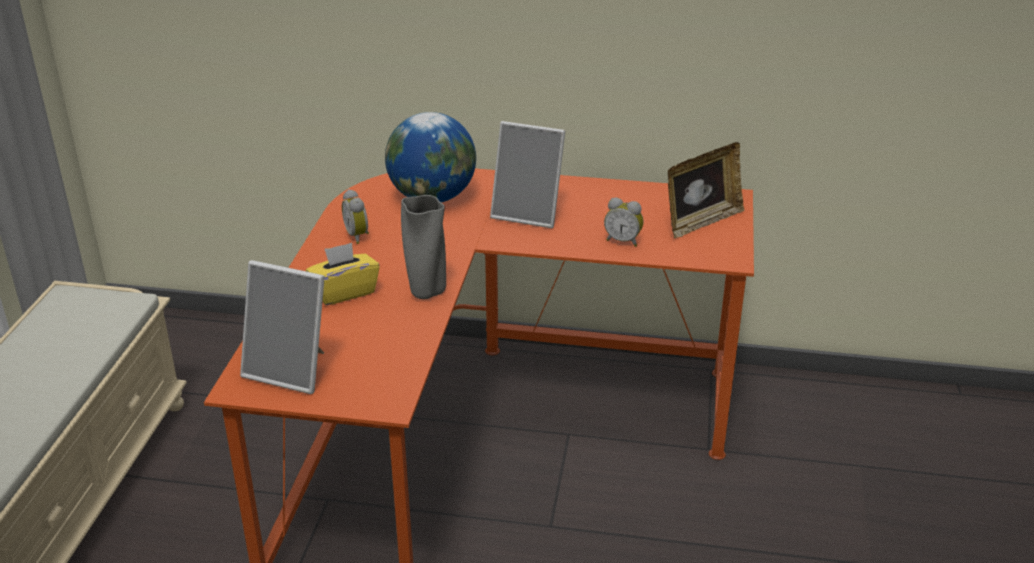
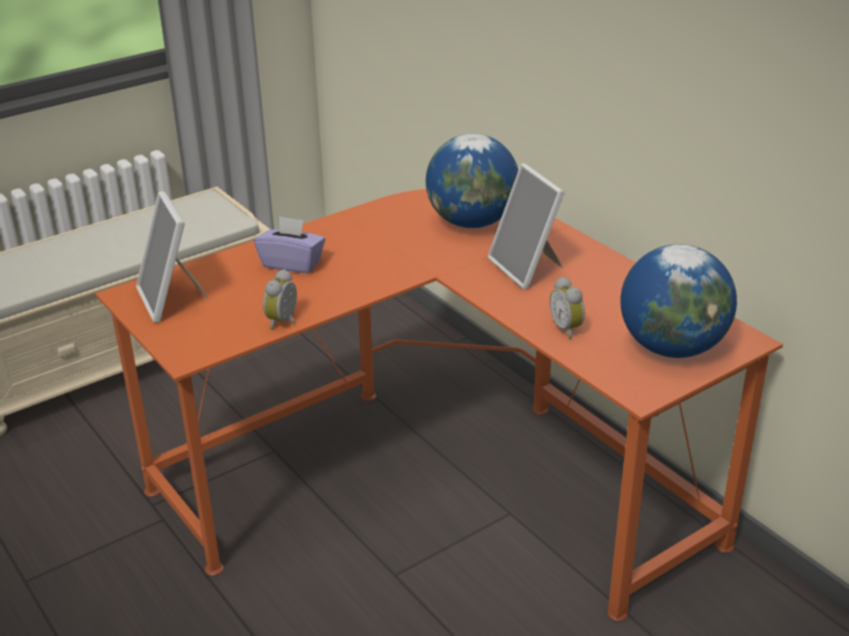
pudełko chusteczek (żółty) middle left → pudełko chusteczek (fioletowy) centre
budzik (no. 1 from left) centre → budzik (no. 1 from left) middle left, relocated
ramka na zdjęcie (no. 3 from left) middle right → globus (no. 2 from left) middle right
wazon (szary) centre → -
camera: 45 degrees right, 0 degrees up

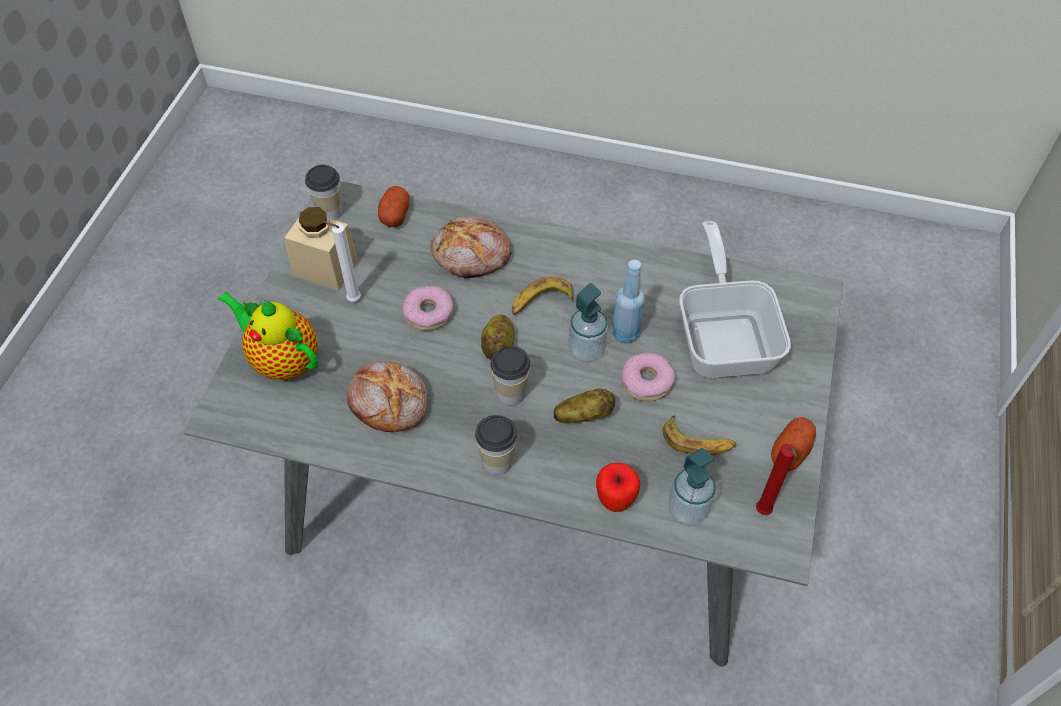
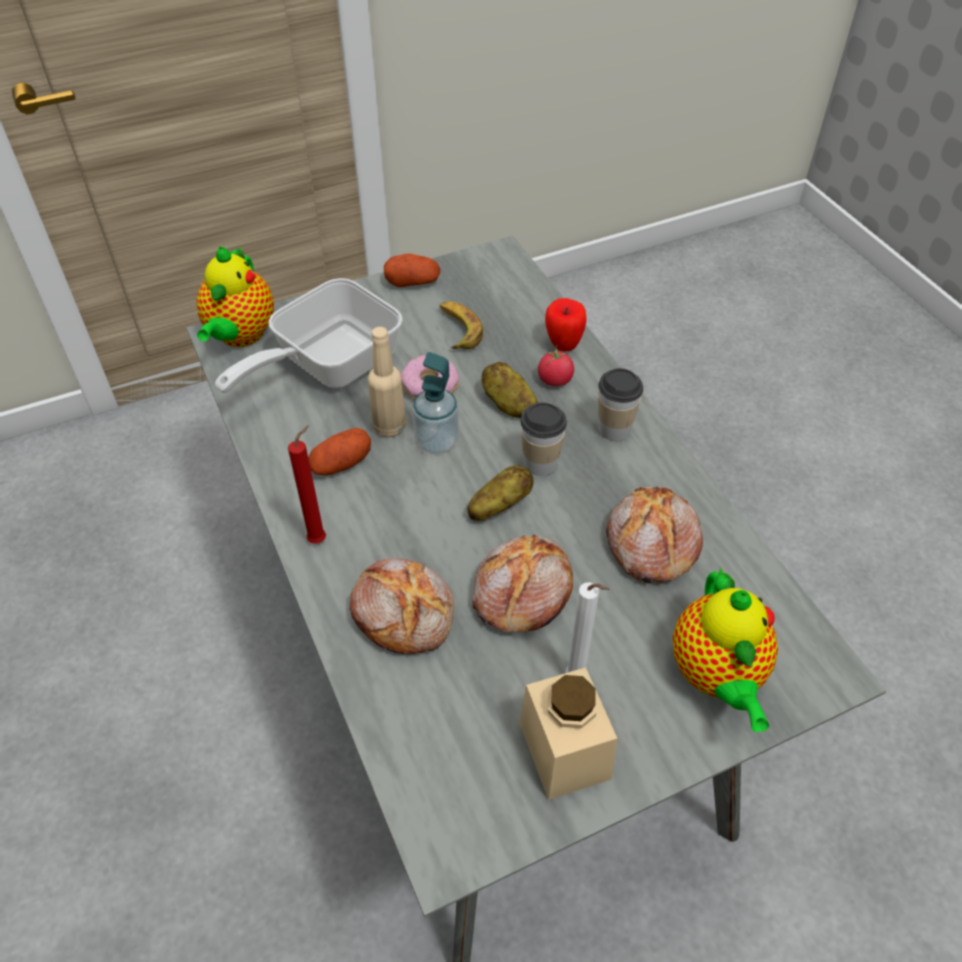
- → imbryk (no. 1 from left) top left
świeca (czerwony) bottom right → świeca (czerwony) middle left, relocated
ziemniak (no. 1 from left) top centre → ziemniak (no. 1 from left) centre, relocated
butelka (niebieski) centre → butelka (beżowy) centre
donut (no. 1 from left) centre → chleb (no. 2 from left) centre
- → pomidor centre
filiżanka (no. 1 from left) top left → -
banan (no. 1 from left) centre → -
dozownik mydła (no. 2 from left) bottom centre → -
camera: 130 degrees left, 5 degrees down

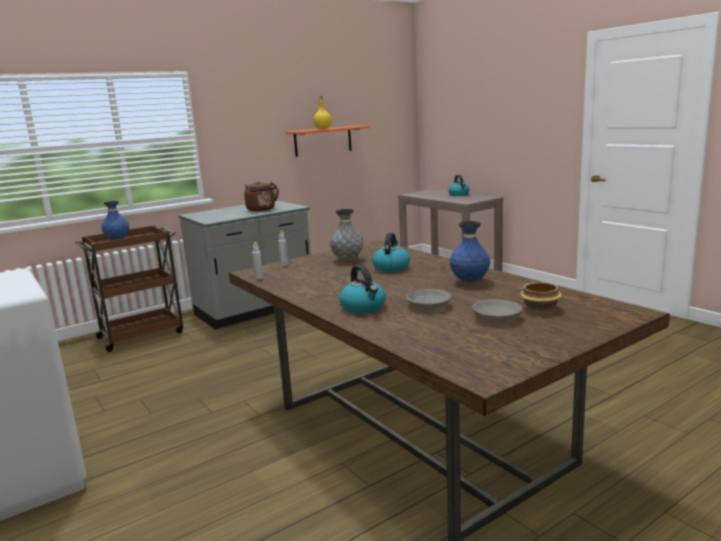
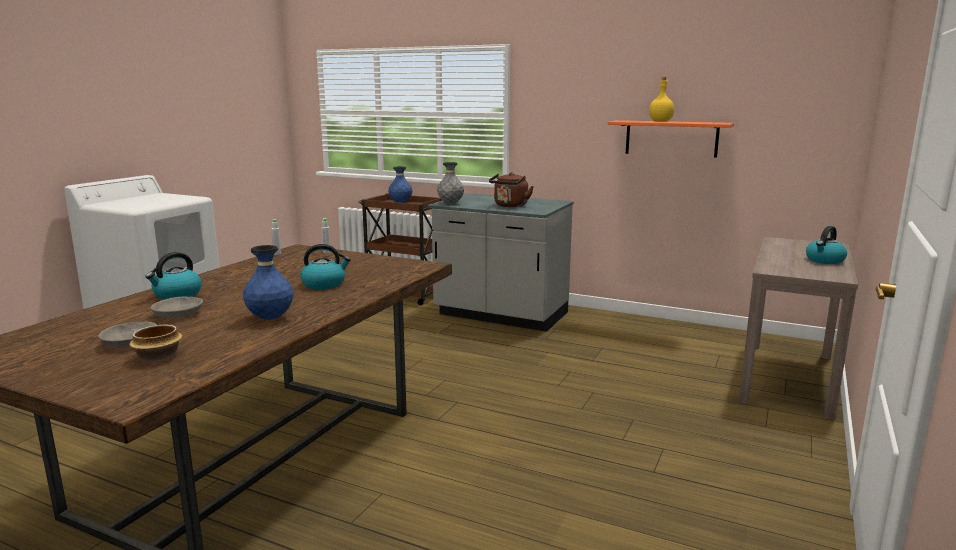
wazon (szary) centre → wazon (szary) top centre, relocated
camera: 60 degrees right, 0 degrees up

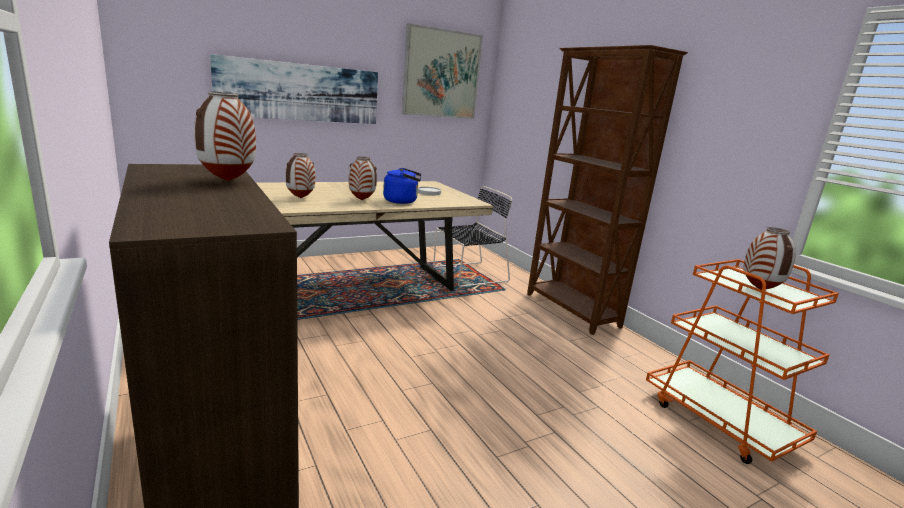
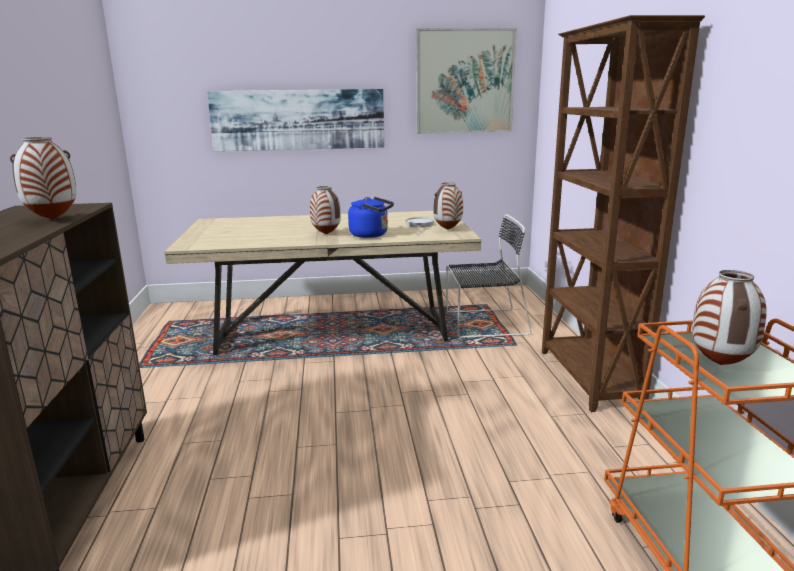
wazon (no. 2 from left in the first image) middle left → wazon (no. 3 from left) centre, relocated
camera: 25 degrees right, 0 degrees up

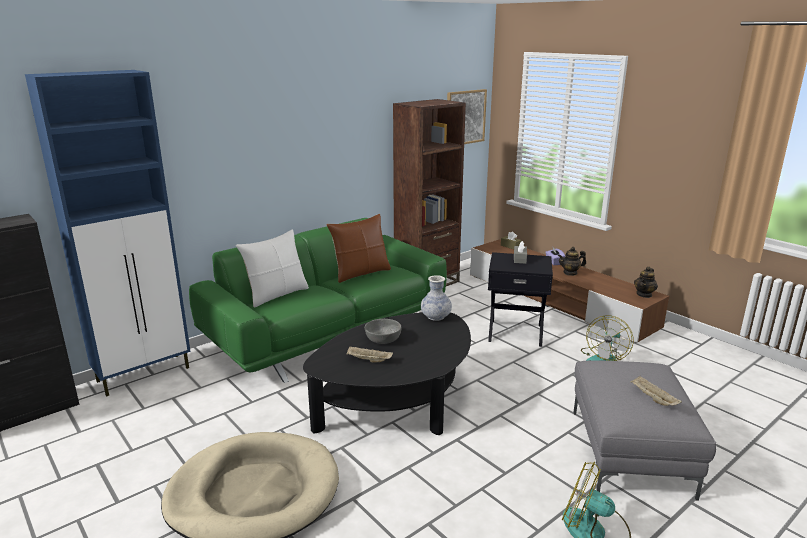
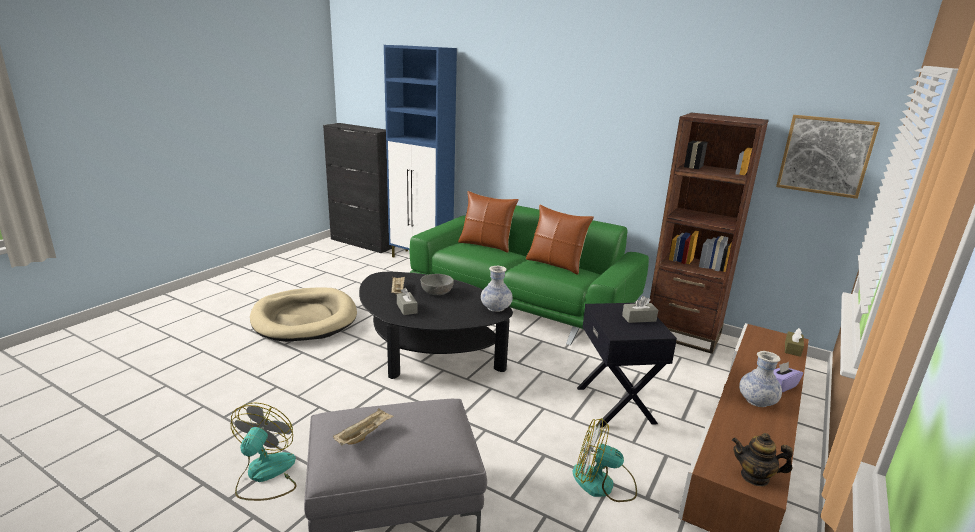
- → pudełko chusteczek (szary) (no. 1 from left) centre
poduszka (biały) centre → poduszka (brązowy) (no. 1 from left) centre
imbryk (no. 1 from left) middle right → wazon (no. 2 from left) bottom right
camera: 70 degrees right, 0 degrees up

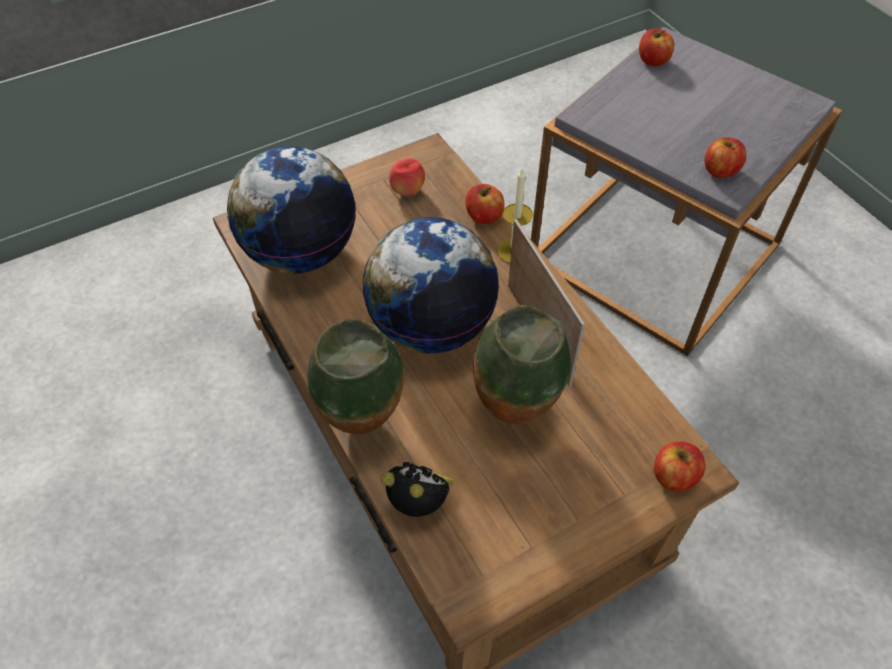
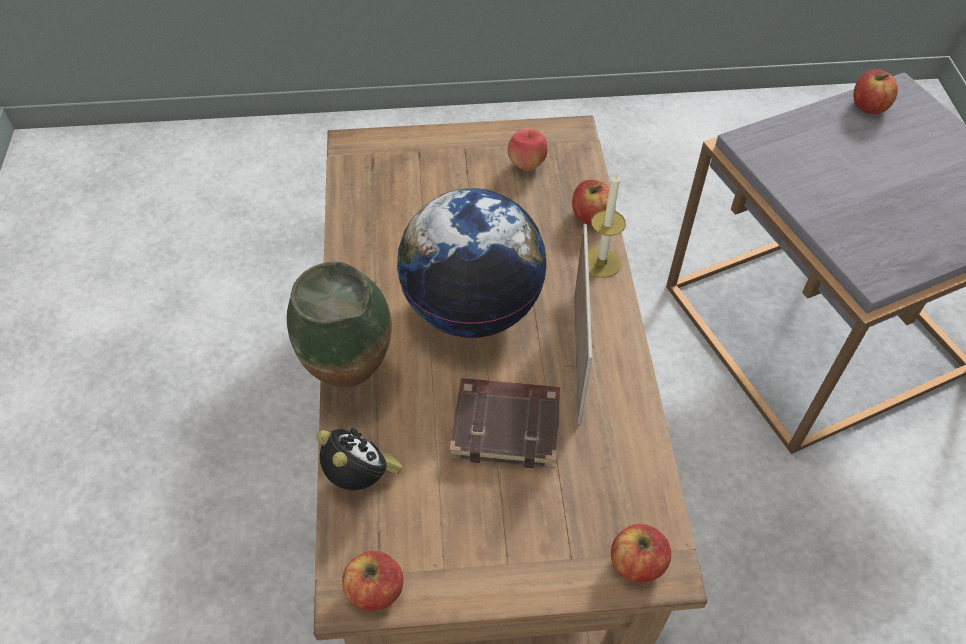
jabłko (no. 5 from left in the first image) top right → jabłko (no. 1 from left) bottom centre, relocated
wazon (no. 2 from left) centre → książka (brązowy) centre
globus (no. 1 from left) top left → -
camera: 25 degrees right, 0 degrees up

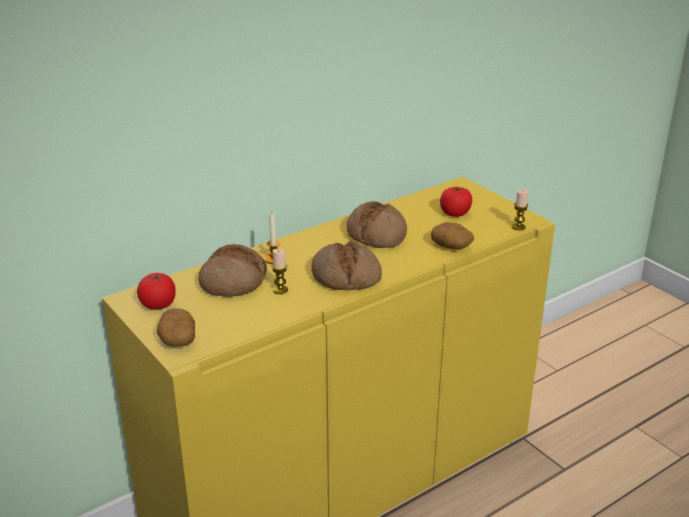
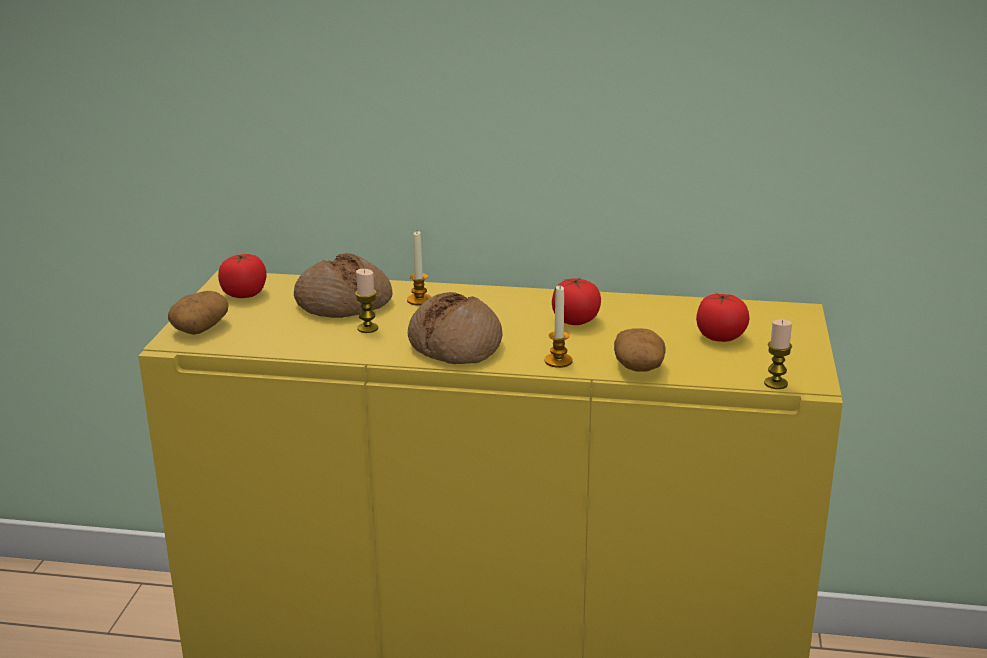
- → świeca (no. 3 from left) centre
chleb (no. 3 from left) centre → pomidor (no. 2 from left) centre
camera: 45 degrees right, 5 degrees down

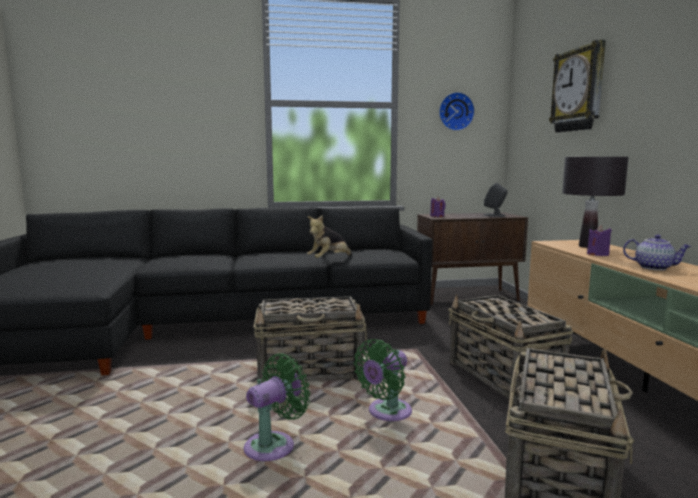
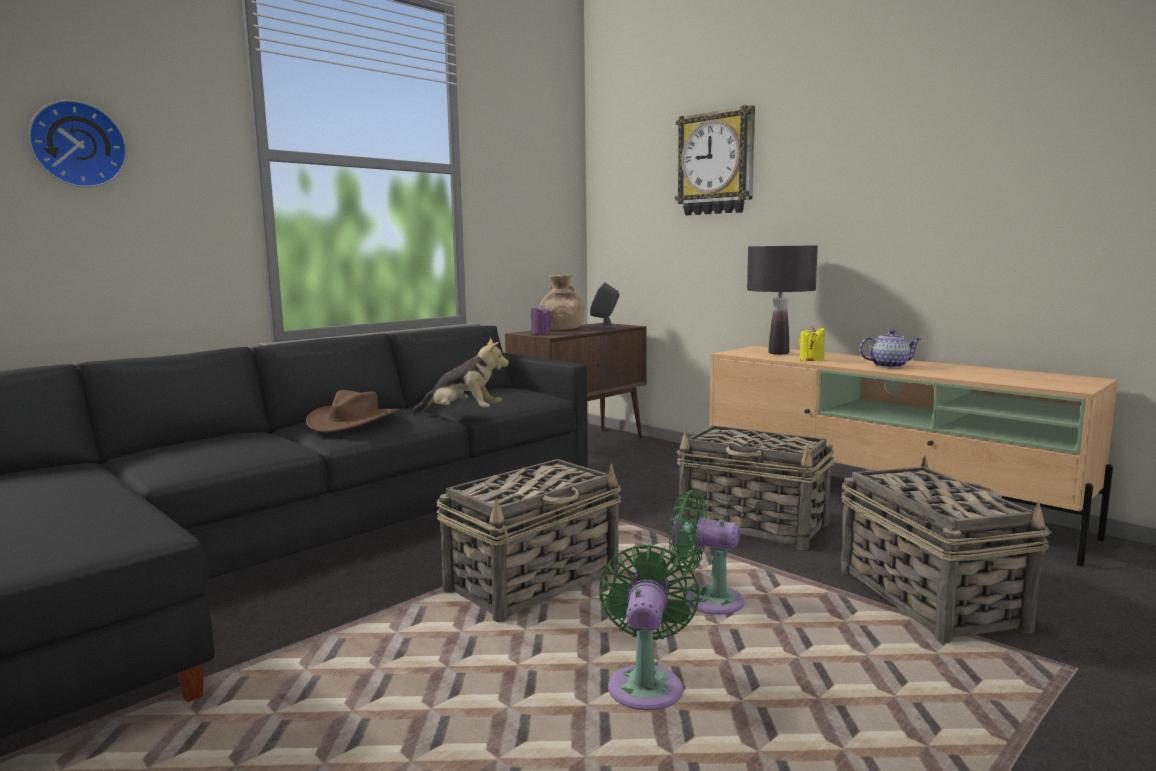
zegar ścienny (no. 1 from left) top centre → zegar ścienny (no. 1 from left) top left, relocated
- → kapelusz (brązowy) middle left
pluszak centre, 90 degrees counterclockwise
- → wazon (brązowy) centre
wentylator (zielony) (no. 2 from left) bottom centre, 105 degrees clockwise
świeca (fioletowy) (no. 2 from left) middle right → świeca (żółty) middle right
camera: 35 degrees left, 0 degrees up

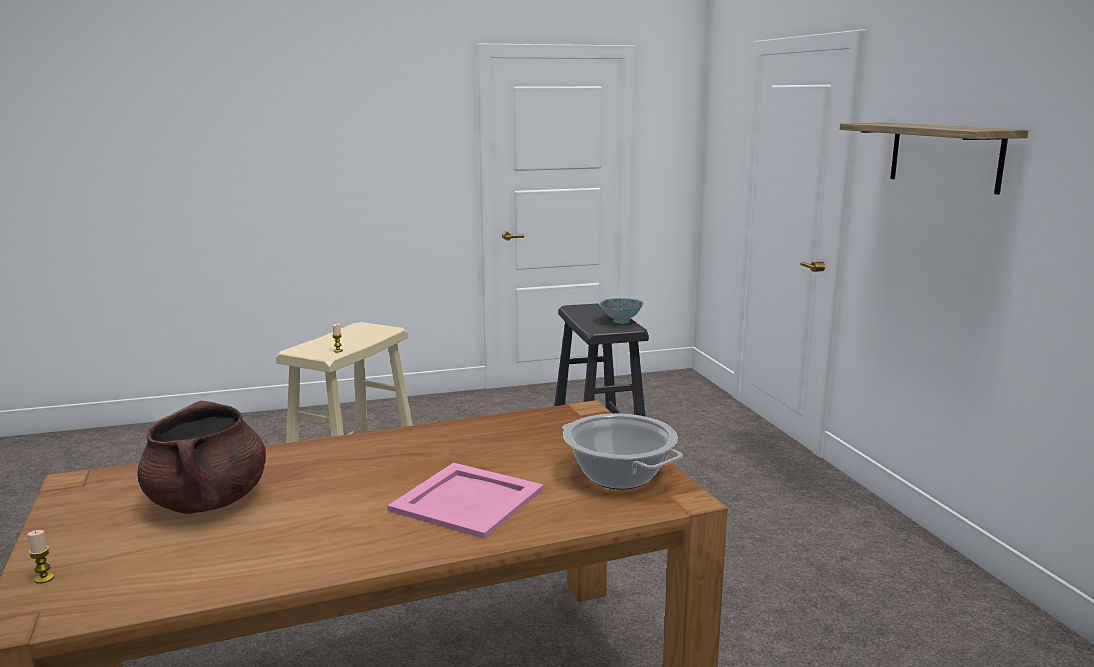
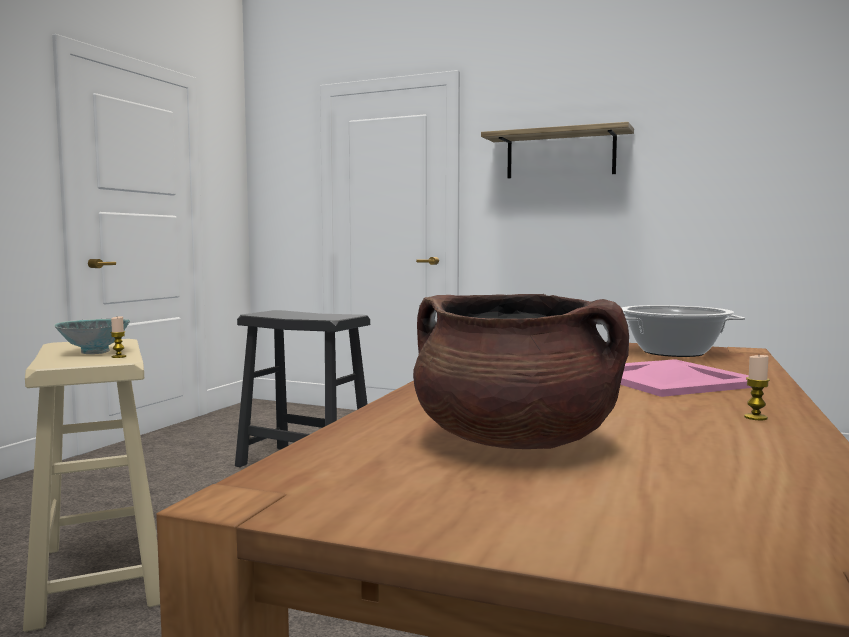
miska centre → miska middle left, relocated
świeca (no. 1 from left in the first image) bottom left → świeca (no. 2 from left) middle right, relocated
camera: 50 degrees left, 10 degrees down

